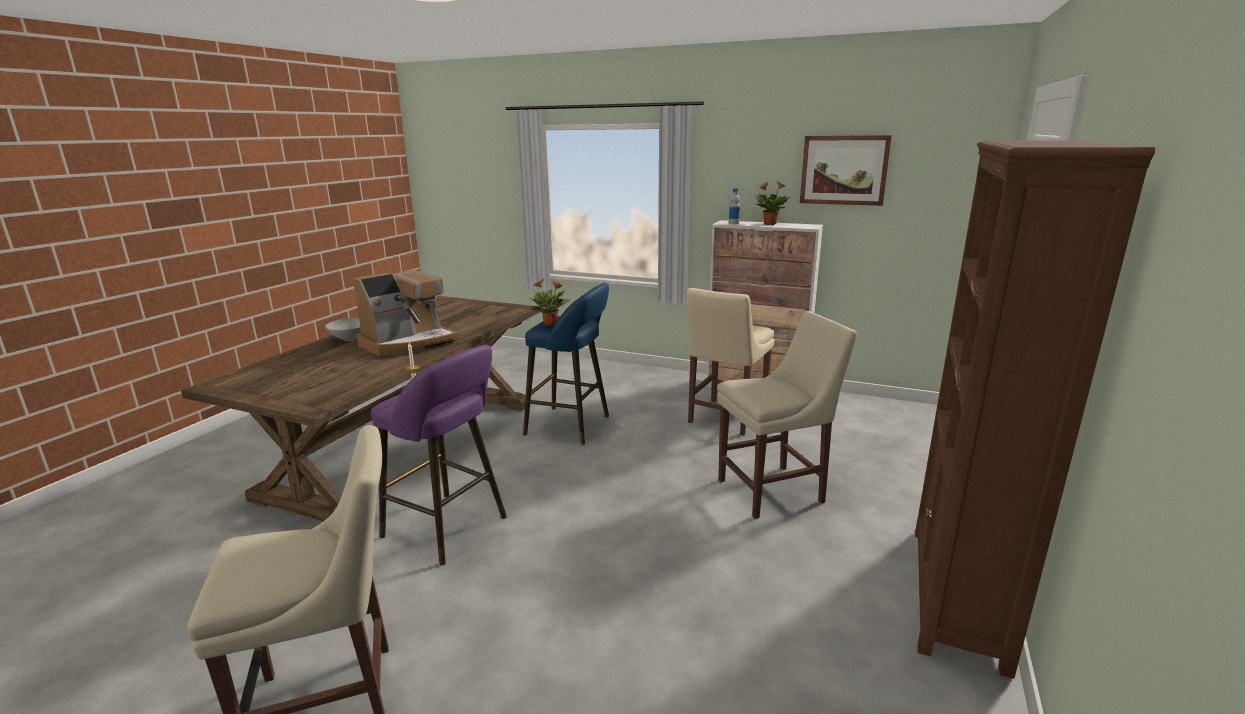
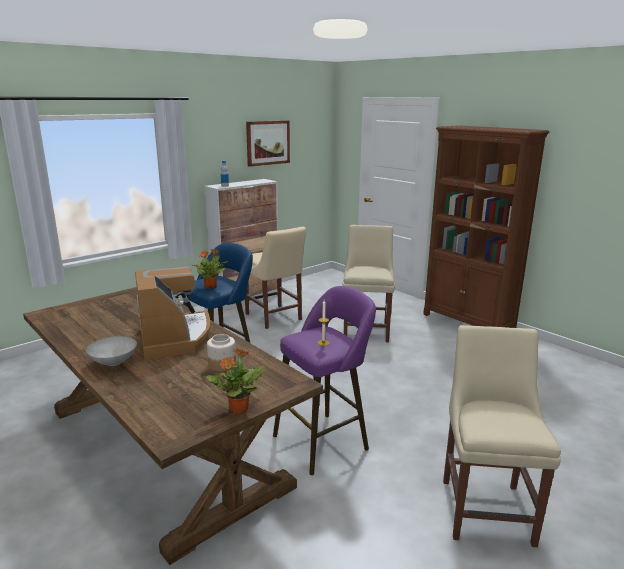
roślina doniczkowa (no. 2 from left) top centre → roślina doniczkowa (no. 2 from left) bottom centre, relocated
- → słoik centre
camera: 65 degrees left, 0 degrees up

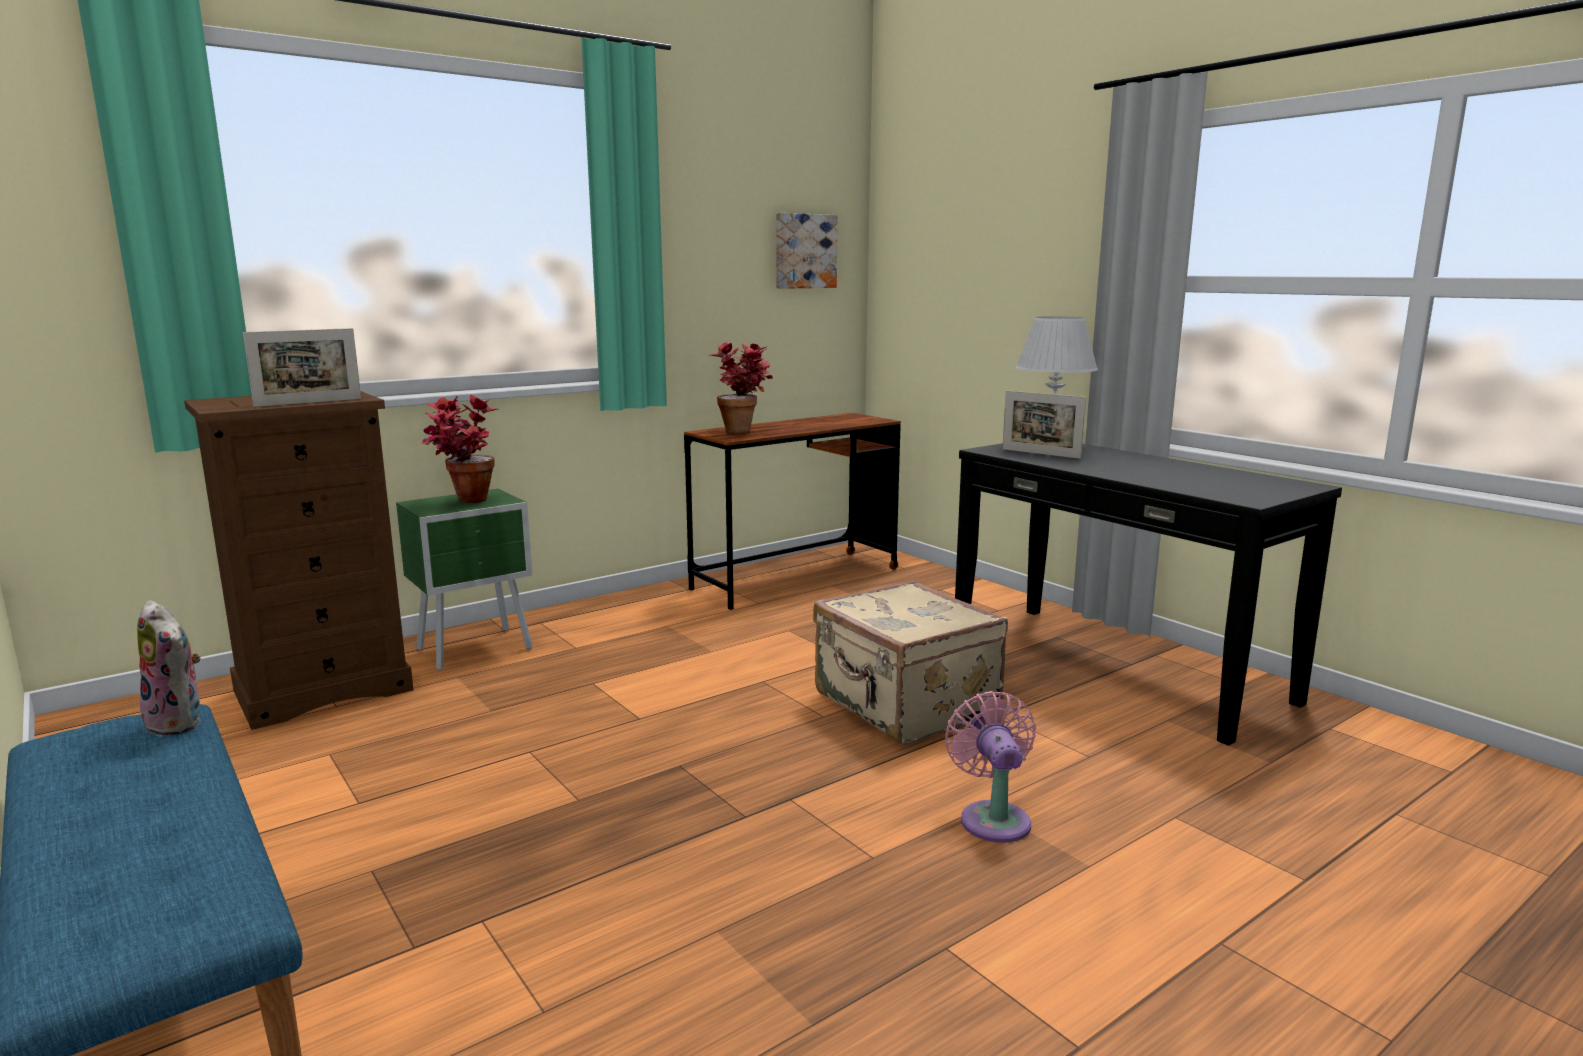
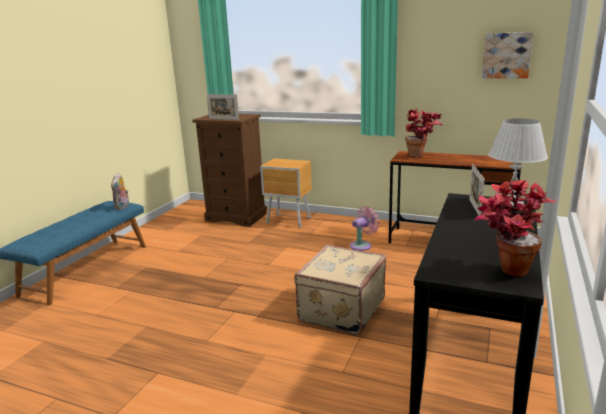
szafka nocna (zielony) middle left → szafka nocna (brązowy) centre
wentylator (różowy) bottom centre → wentylator (różowy) centre, relocated
roślina doniczkowa (no. 1 from left in the first image) middle left → roślina doniczkowa (no. 2 from left) middle right, relocated
camera: 60 degrees right, 5 degrees up

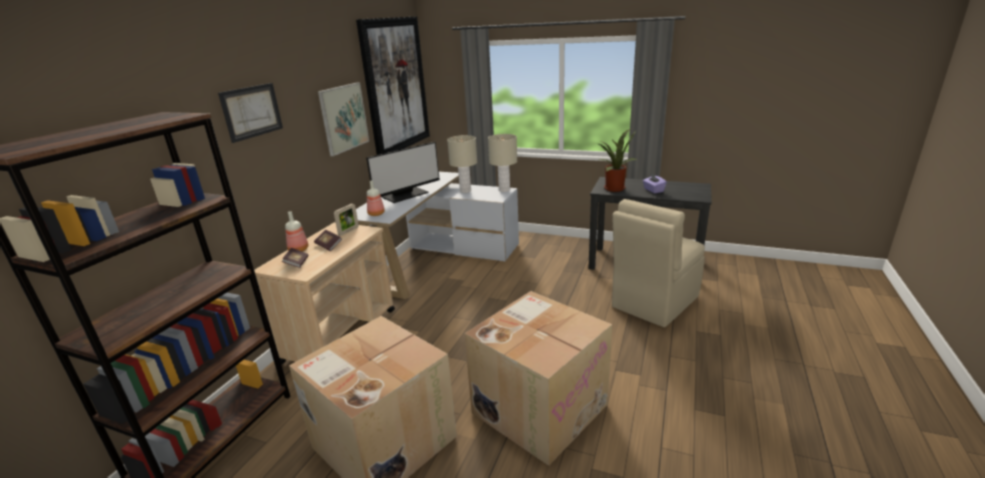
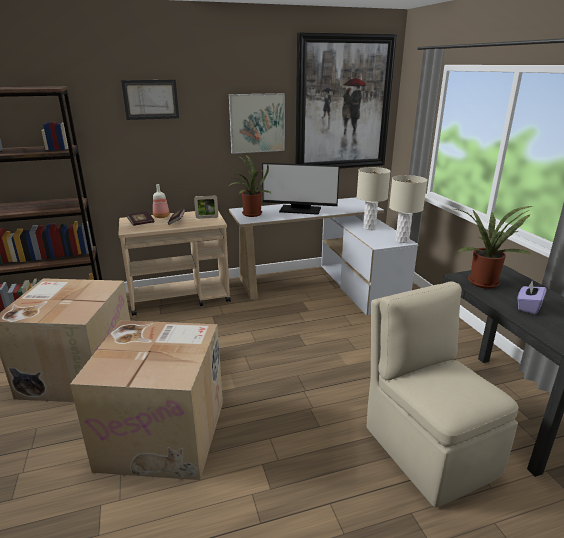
butelka (no. 2 from left) centre → roślina doniczkowa (no. 1 from left) centre
krzesło (beżowy) middle right → krzesło (beżowy) bottom right, 60 degrees clockwise
camera: 50 degrees right, 0 degrees up

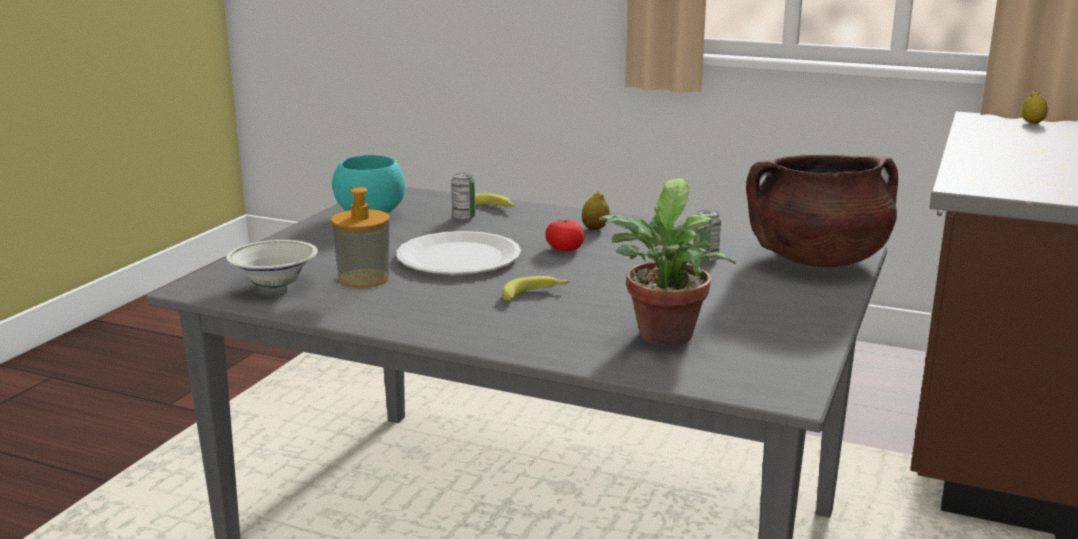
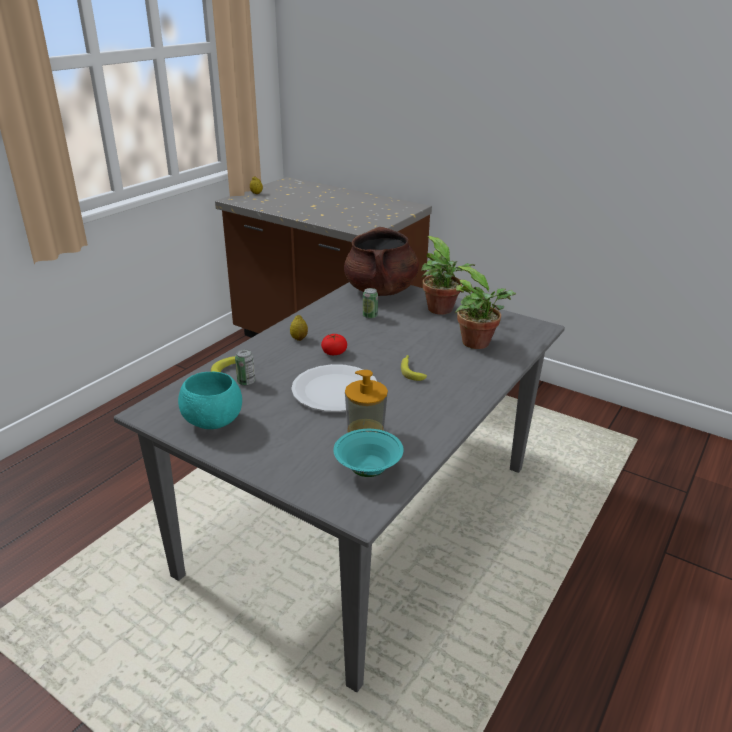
miska (biały) middle left → miska (turkusowy) (no. 2 from left) centre
- → roślina doniczkowa (no. 1 from left) centre
camera: 80 degrees left, 10 degrees up

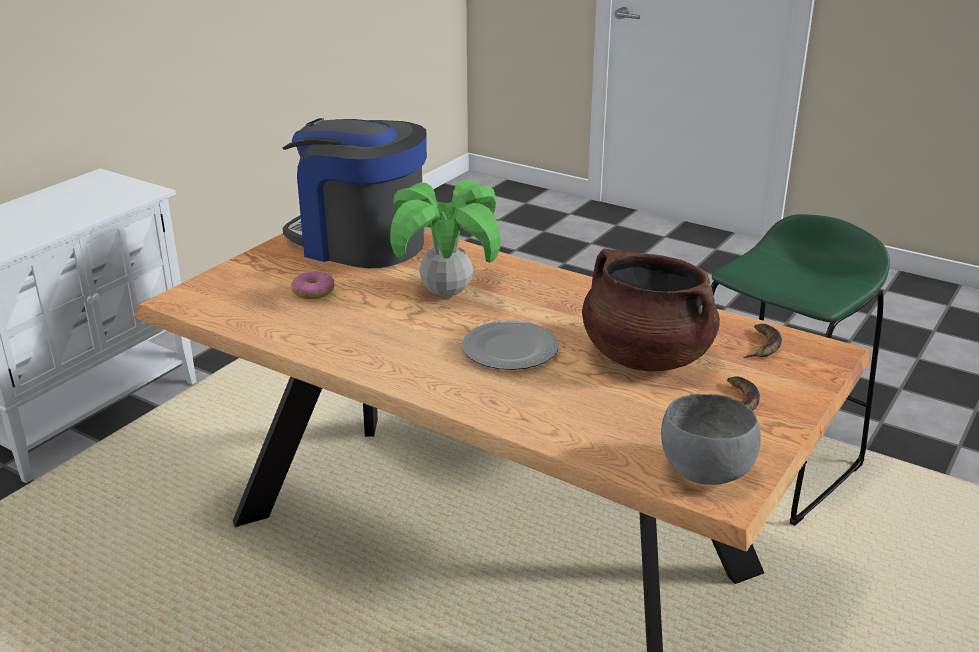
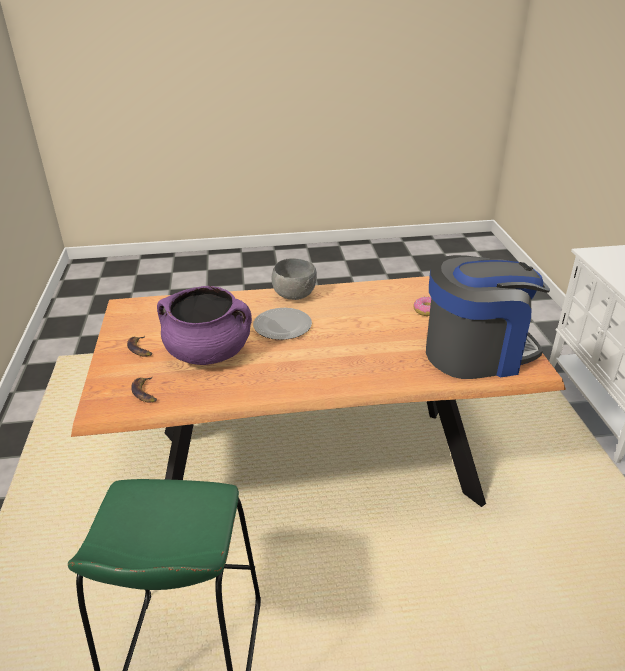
garnek (brązowy) centre → garnek (fioletowy) middle left
miska (szary) bottom right → miska (szary) centre, relocated
roślina doniczkowa centre → -
camera: 140 degrees right, 5 degrees up

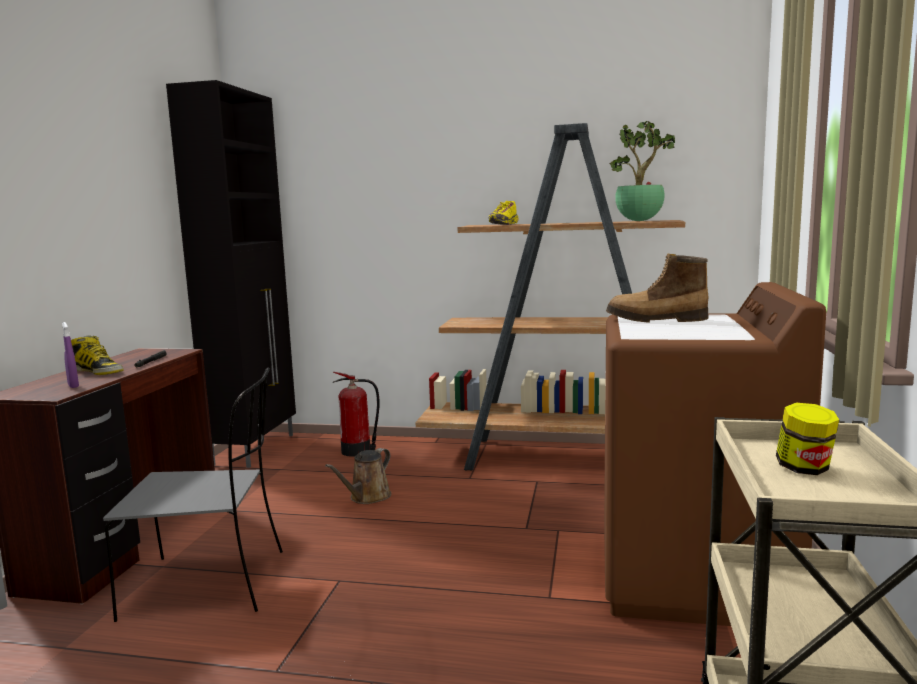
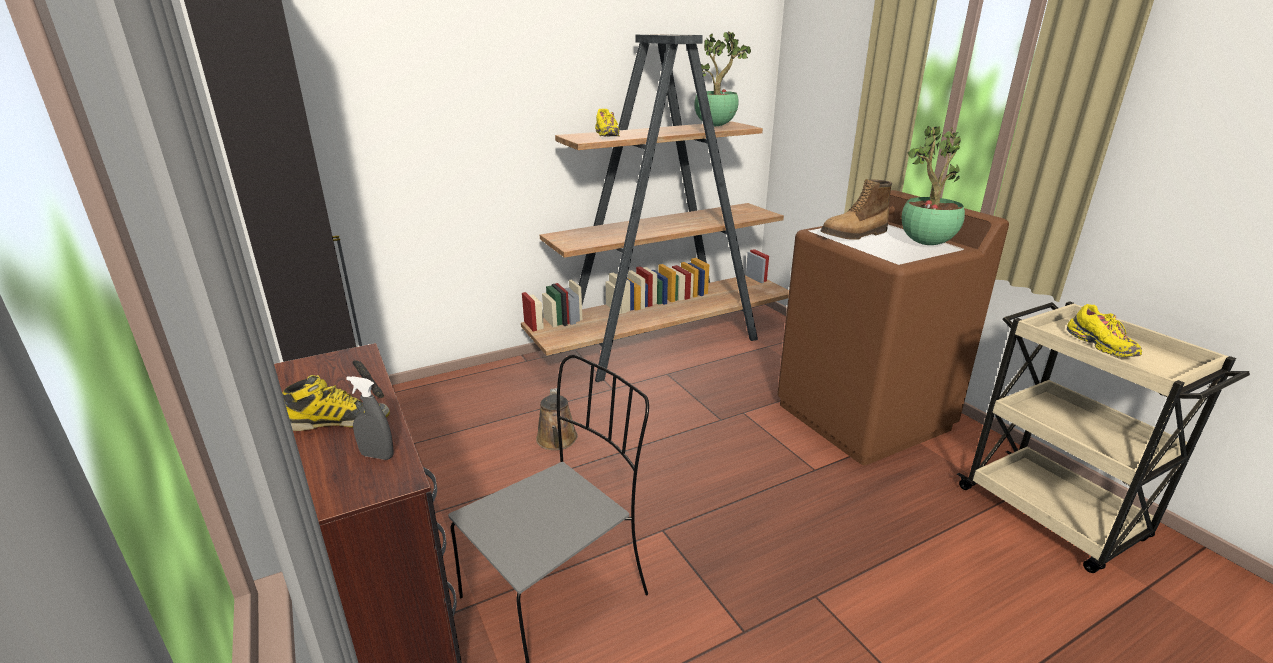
spryskiwacz (fioletowy) middle left → spryskiwacz (szary) middle left
- → roślina doniczkowa (no. 2 from left) top right
słoik middle right → but (żółty) (no. 2 from left) middle right
gaśnica centre → -
camera: 40 degrees left, 15 degrees up

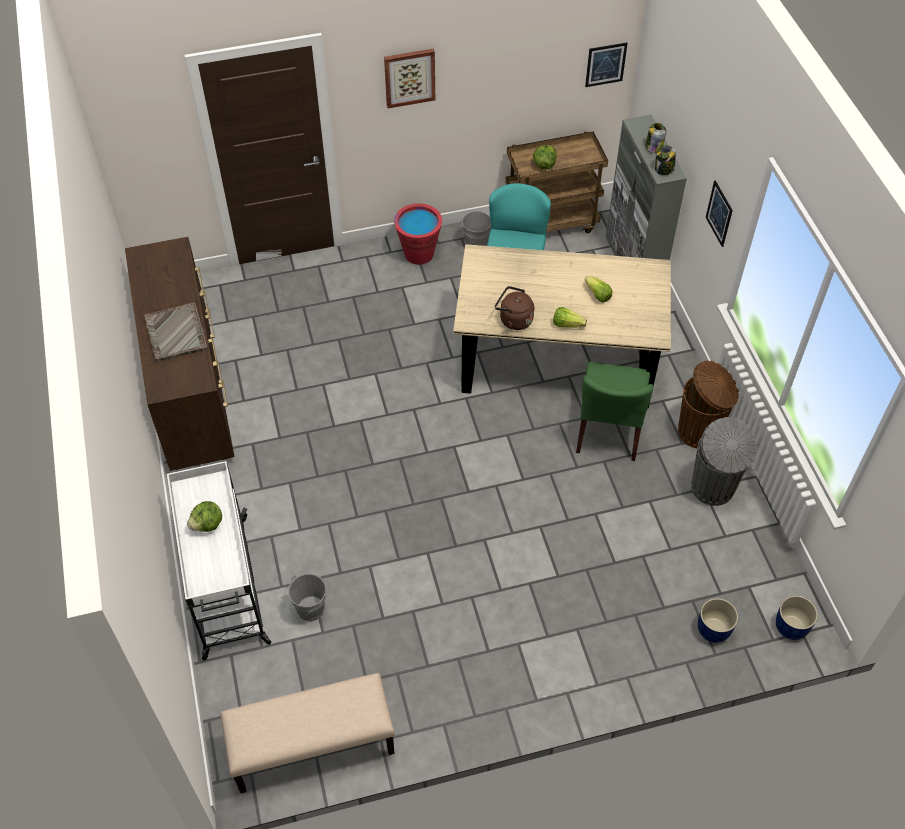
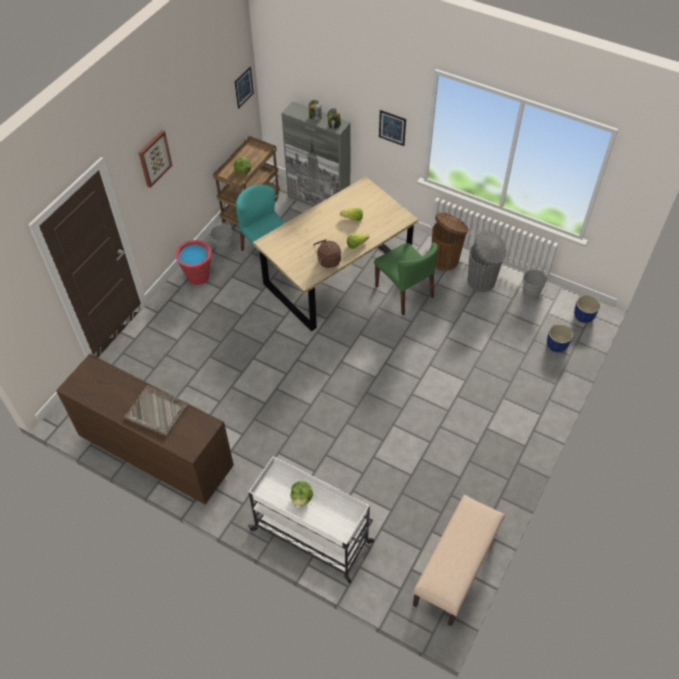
wiadro (szary) (no. 1 from left in the first image) bottom centre → wiadro (szary) (no. 2 from left) middle right, relocated
camera: 45 degrees left, 0 degrees up

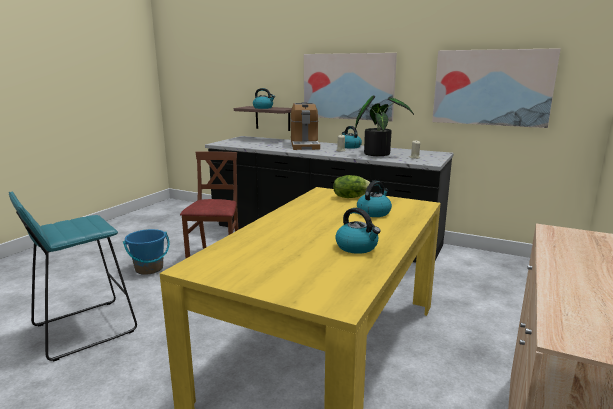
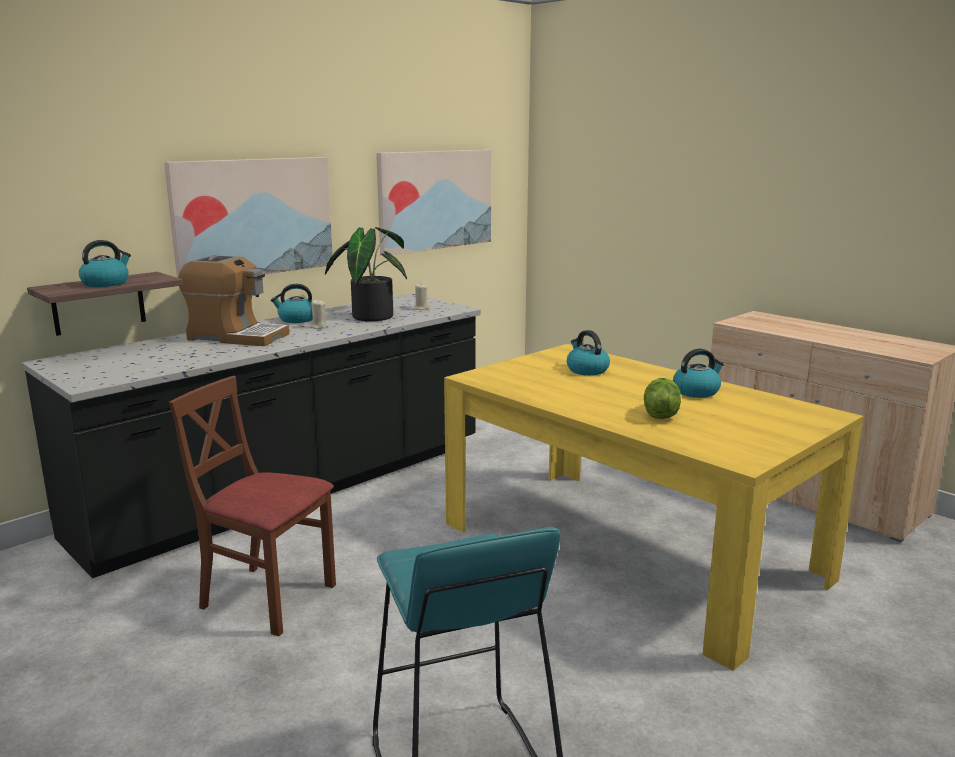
sałata centre → sałata middle right, relocated
wiadro (niebieski) middle left → -
camera: 70 degrees left, 0 degrees up

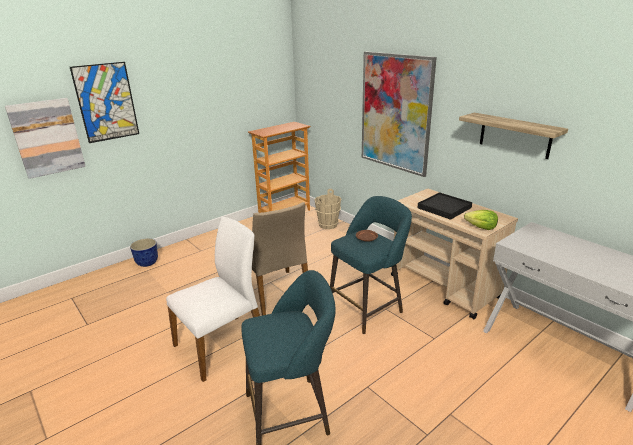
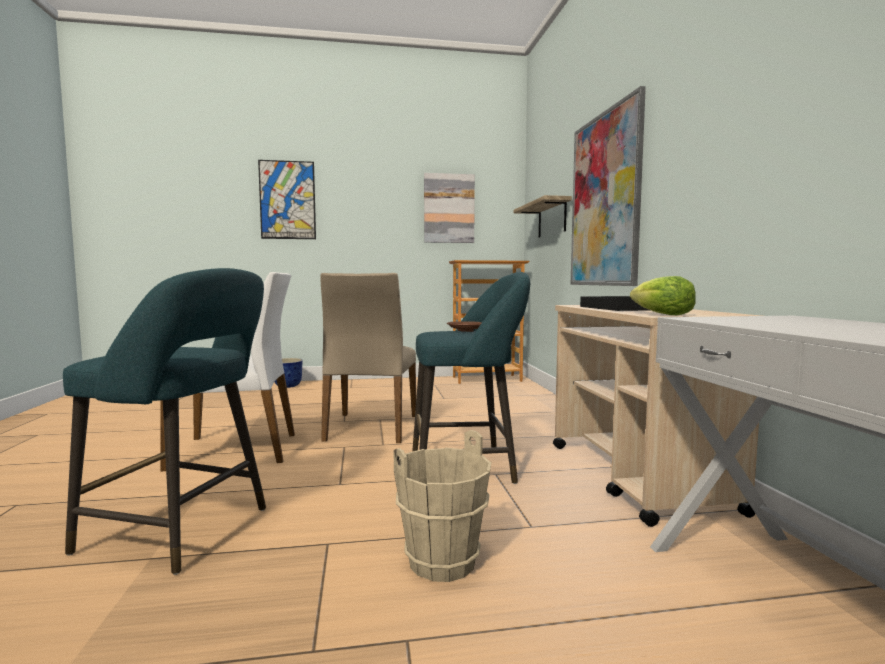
wiadro (beżowy) centre → wiadro (beżowy) bottom centre, relocated
obraz (no. 1 from left in the first image) top left → obraz (no. 2 from left) top centre, relocated
półka top right → półka top centre, relocated
camera: 30 degrees right, 20 degrees down

